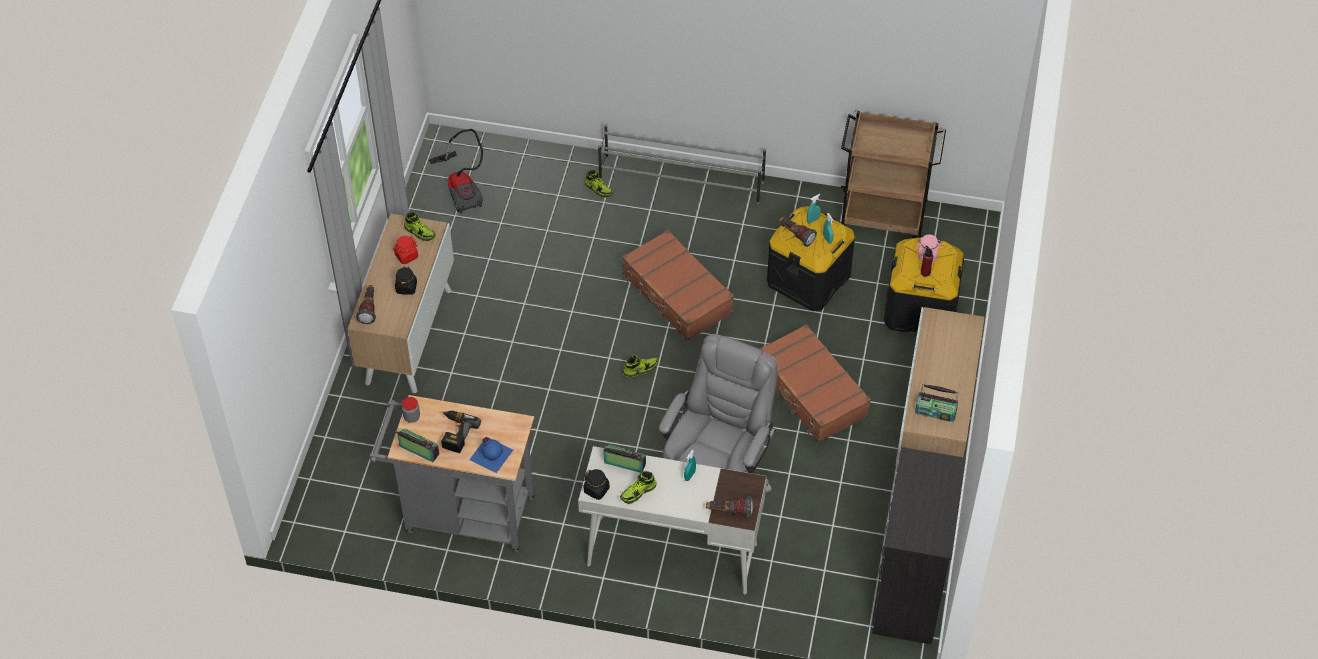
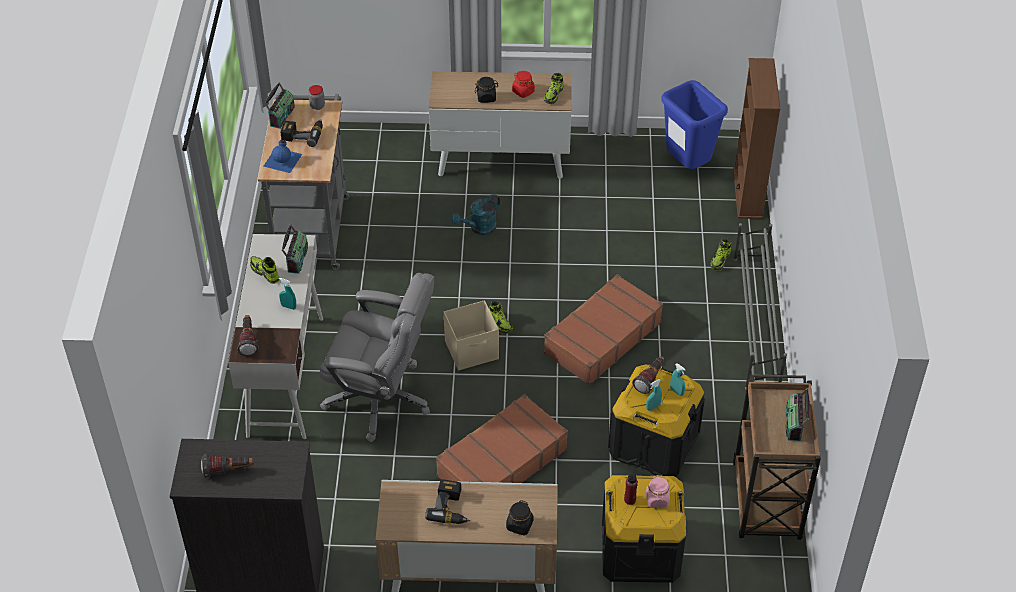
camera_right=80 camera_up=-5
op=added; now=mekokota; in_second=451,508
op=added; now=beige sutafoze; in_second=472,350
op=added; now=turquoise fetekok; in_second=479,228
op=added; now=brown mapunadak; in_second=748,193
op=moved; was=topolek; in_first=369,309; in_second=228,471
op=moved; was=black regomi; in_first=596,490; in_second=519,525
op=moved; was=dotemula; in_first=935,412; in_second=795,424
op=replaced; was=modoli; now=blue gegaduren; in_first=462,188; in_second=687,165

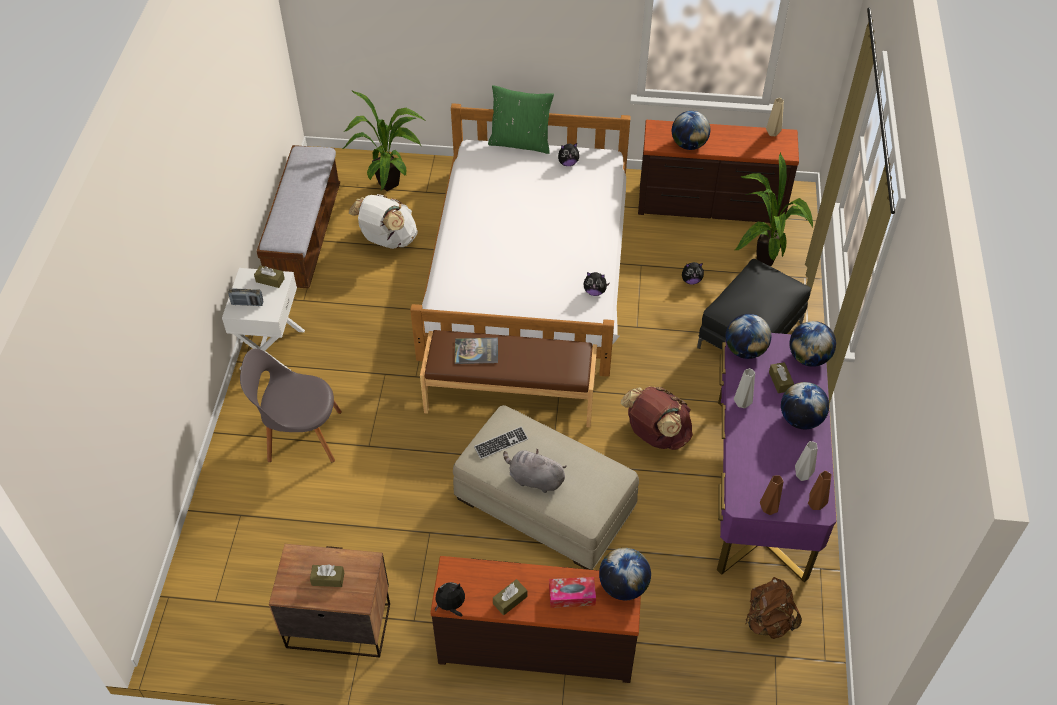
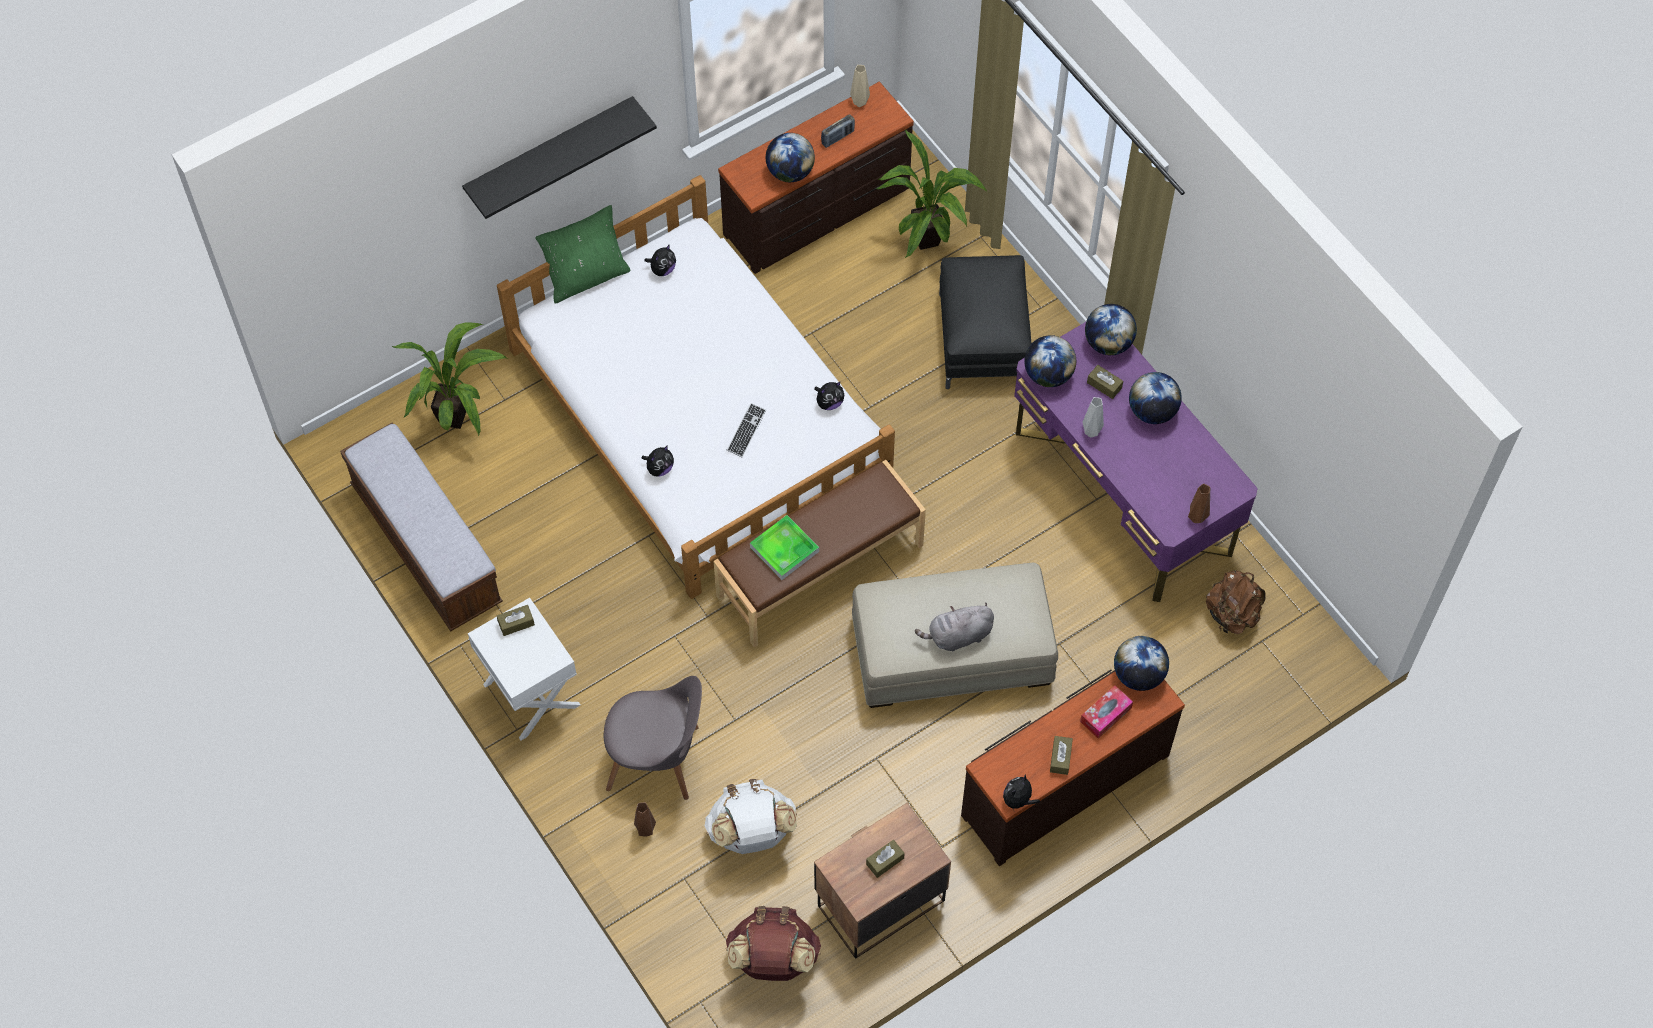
camera_right=-40 camera_up=10
op=removed; was=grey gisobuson; in_first=802,475
op=added; now=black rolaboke; in_second=550,152
op=moved; was=dotemula; in_first=247,303; in_second=838,137
op=moved; was=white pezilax; in_first=387,240; in_second=752,833
op=moved; was=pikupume; in_first=501,443; in_second=746,431
op=moved; was=brown pezilax; in_first=656,435; in_second=773,959
op=moved; was=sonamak; in_first=691,280; in_second=659,468
op=moved; was=brown gisobuson; in_first=816,505; in_second=646,829
op=replaced; was=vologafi; now=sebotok; in_first=476,351; in_second=784,549
op=turned; was=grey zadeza; in_first=300,435; in_second=658,759; clockwise=-135

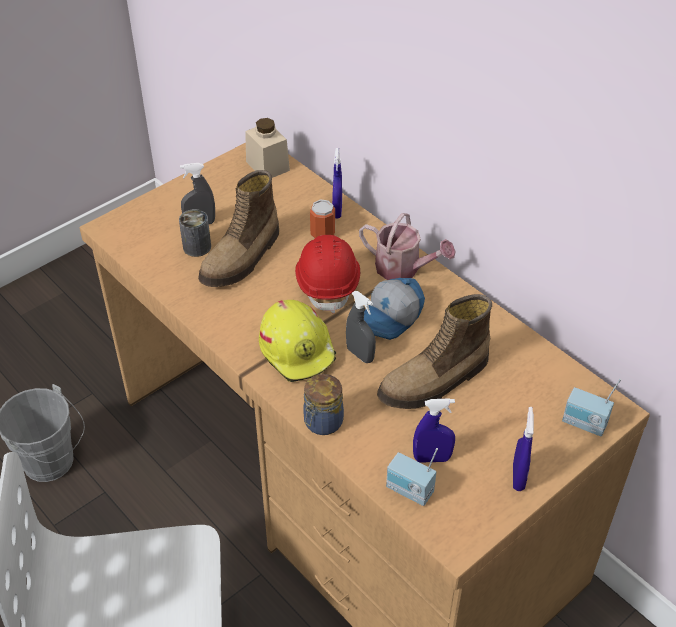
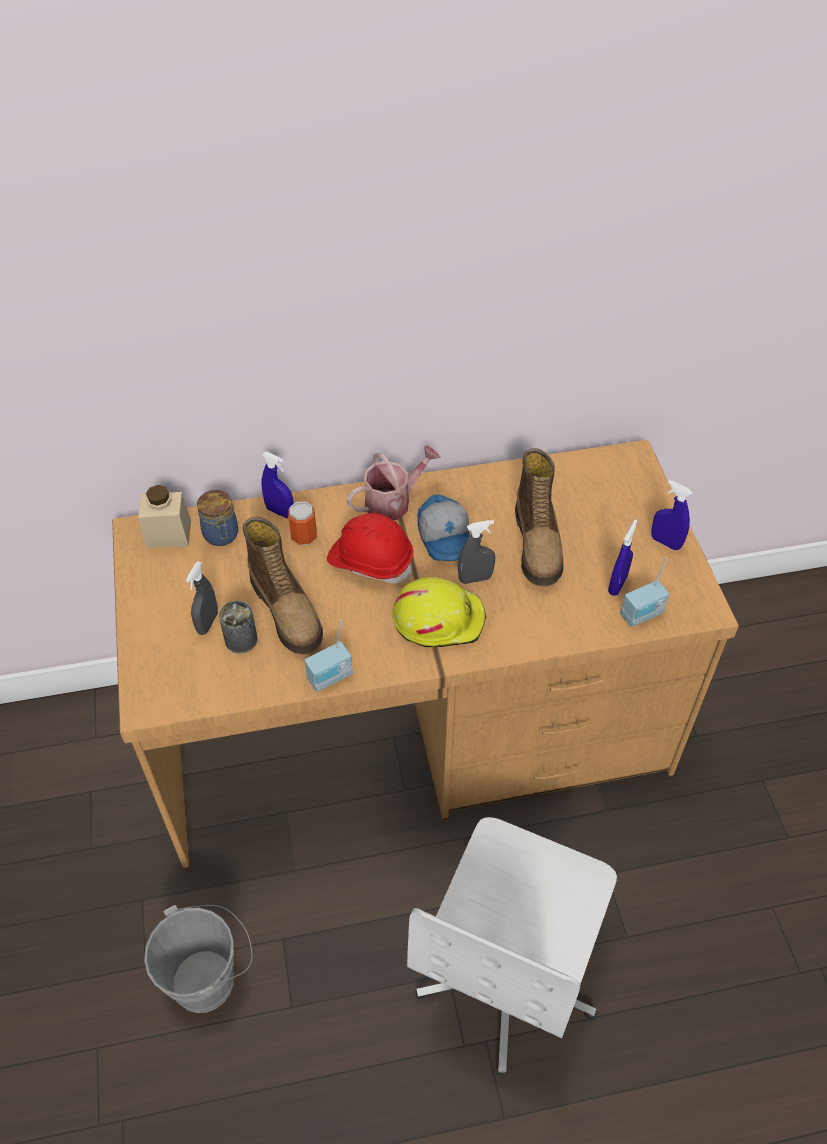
camera_right=-60 camera_up=5
op=moved; was=regomi; in_first=322,423; in_second=221,536
op=moved; was=dotemula; in_first=584,424; in_second=331,678

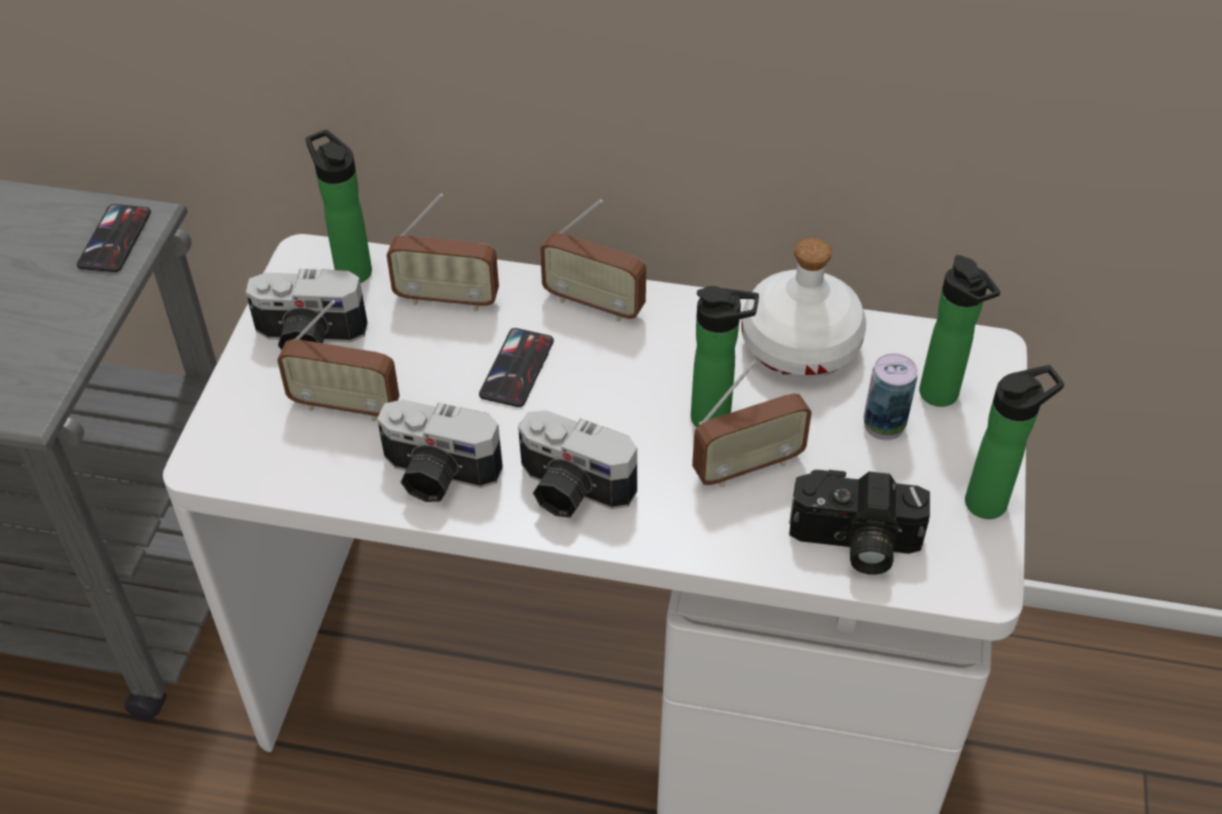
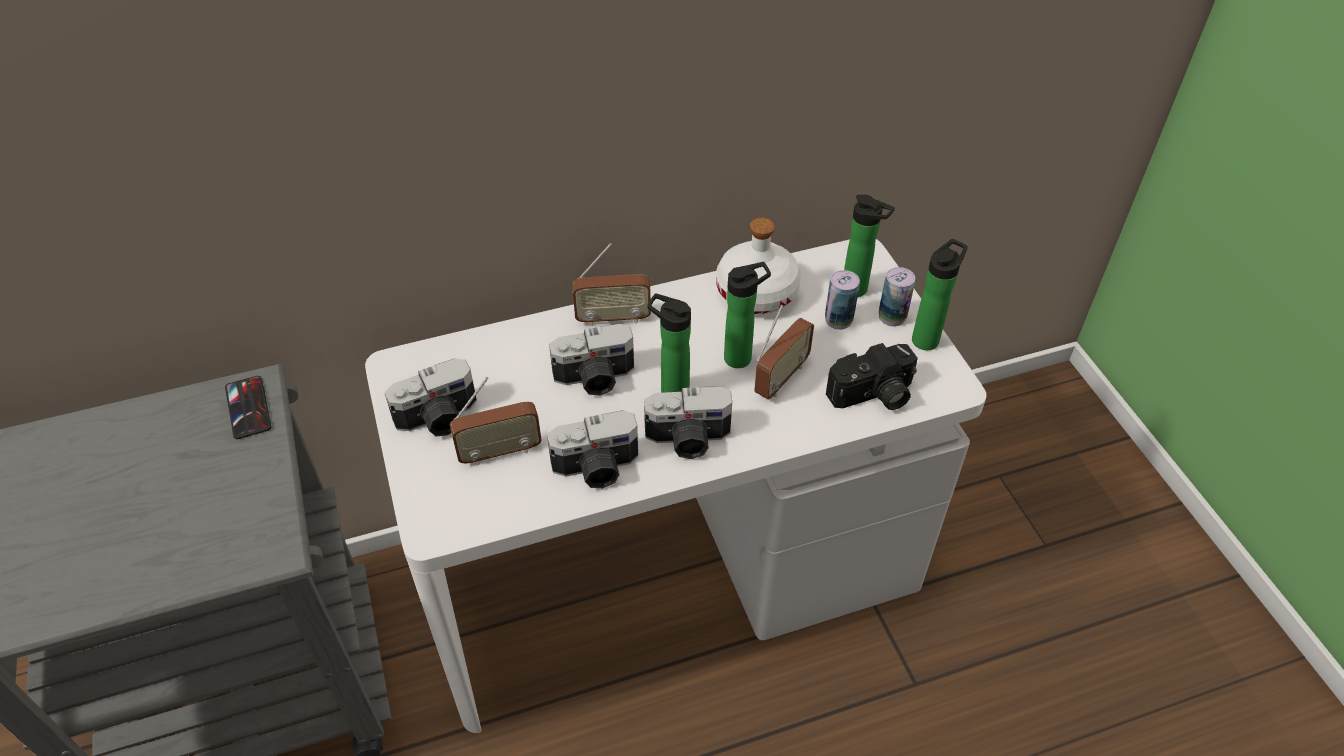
camera_right=-30 camera_up=0
op=removed; was=dotemula; in_first=447,299
op=added; now=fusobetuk; in_second=892,317
op=moved; was=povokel; in_first=350,269; in_second=670,390
op=replaced; was=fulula; now=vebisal; in_first=517,368; in_second=595,379

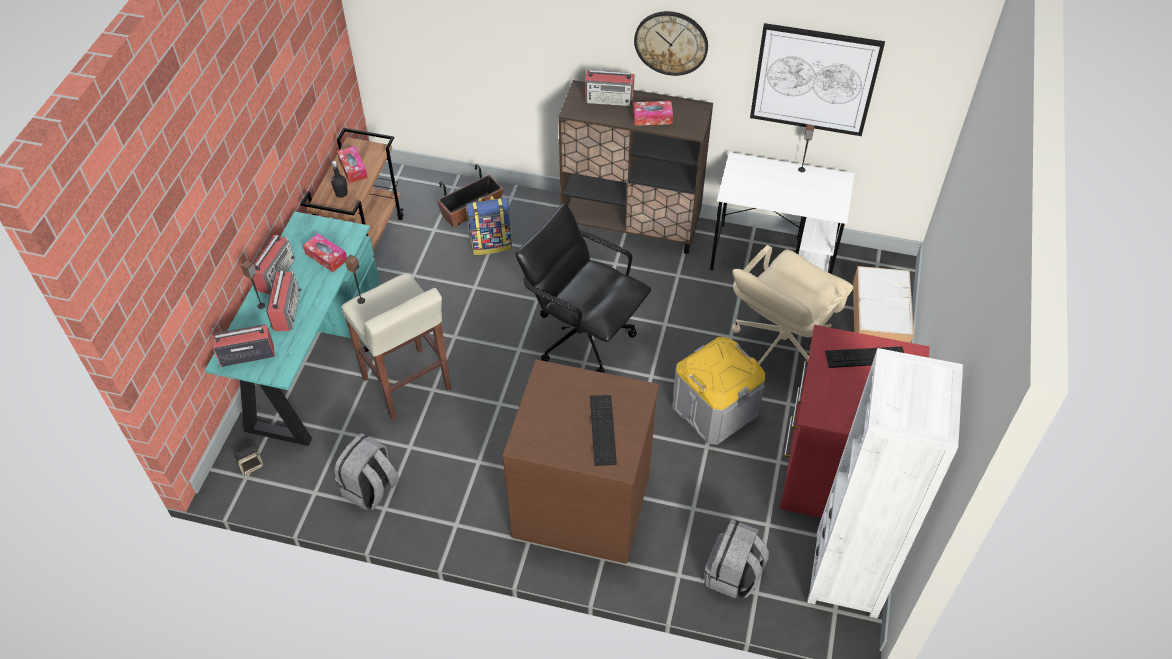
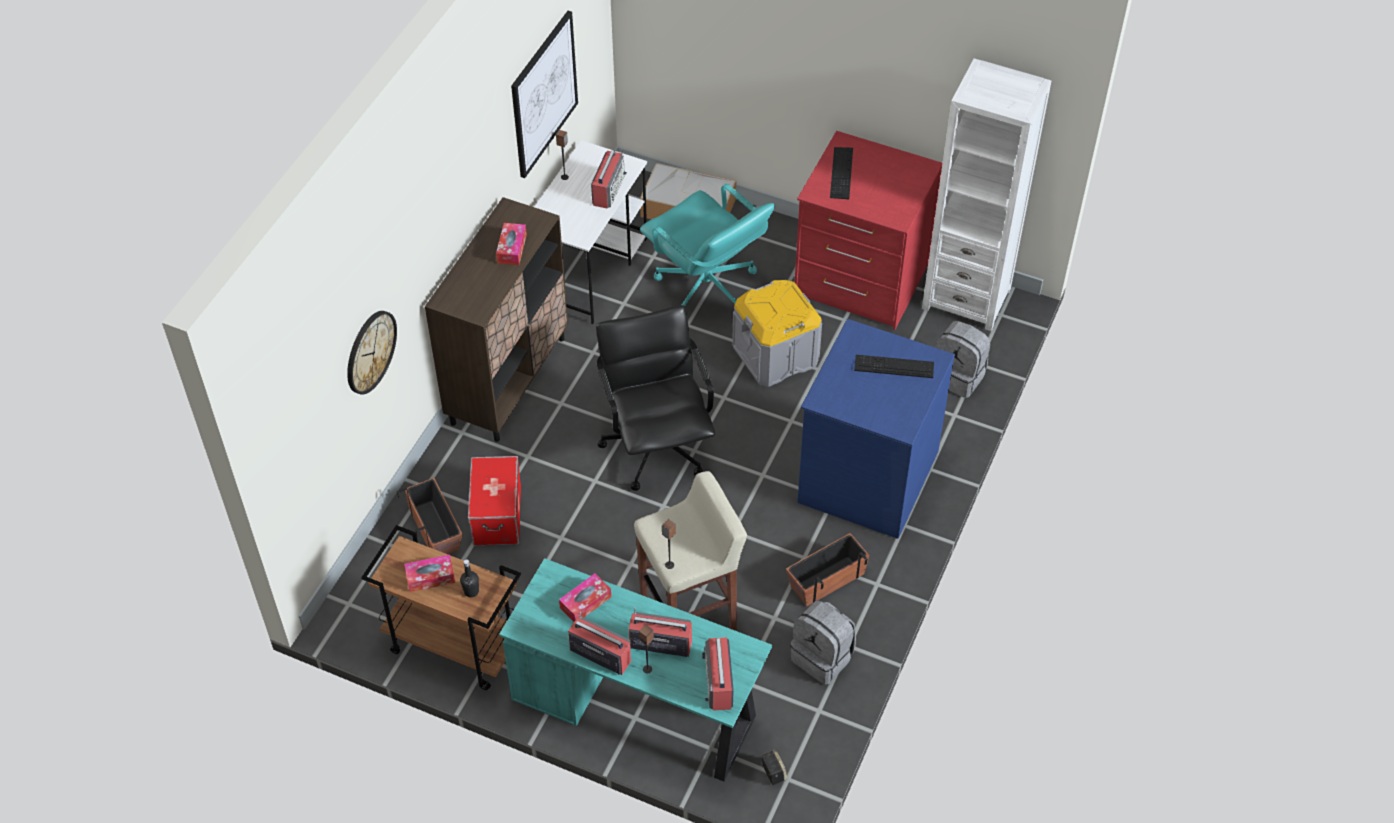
camera_right=-80 camera_up=0
op=added; now=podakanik; in_second=826,580
op=moved; was=dotemula; in_first=610,99; in_second=608,189
op=moved; was=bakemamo; in_first=671,42; in_second=370,351
op=replaced; was=pezilax; now=sutafoze; in_first=491,243; in_second=496,514
op=recoloured; was=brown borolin; now=blue borolin; in_first=582,502; in_second=866,476
op=recoloured; was=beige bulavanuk; now=turquoise bulavanuk; in_first=780,345; in_second=707,289
op=turned; was=black bulavanuk; in_first=583,335; in_second=656,446; clockwise=120

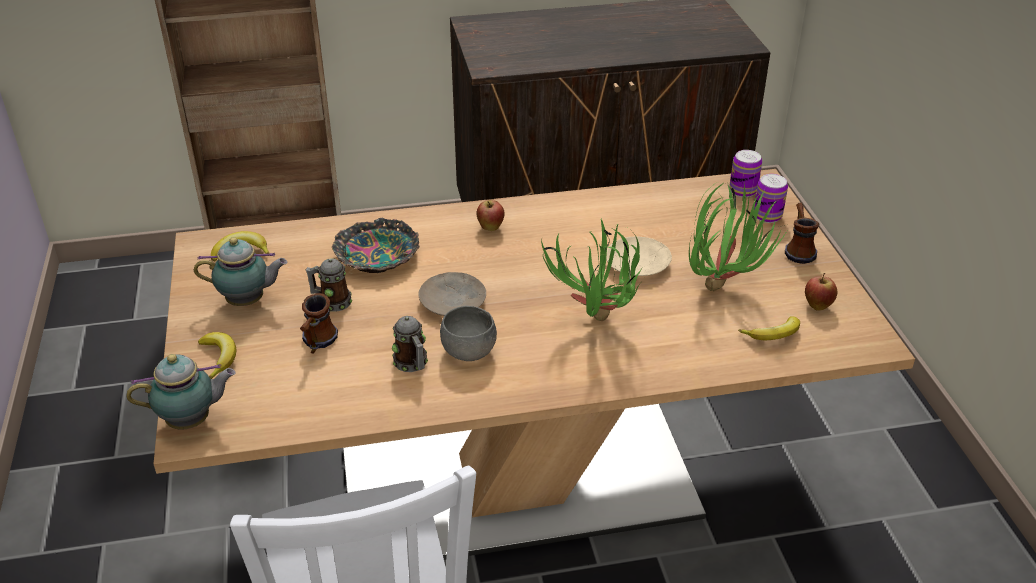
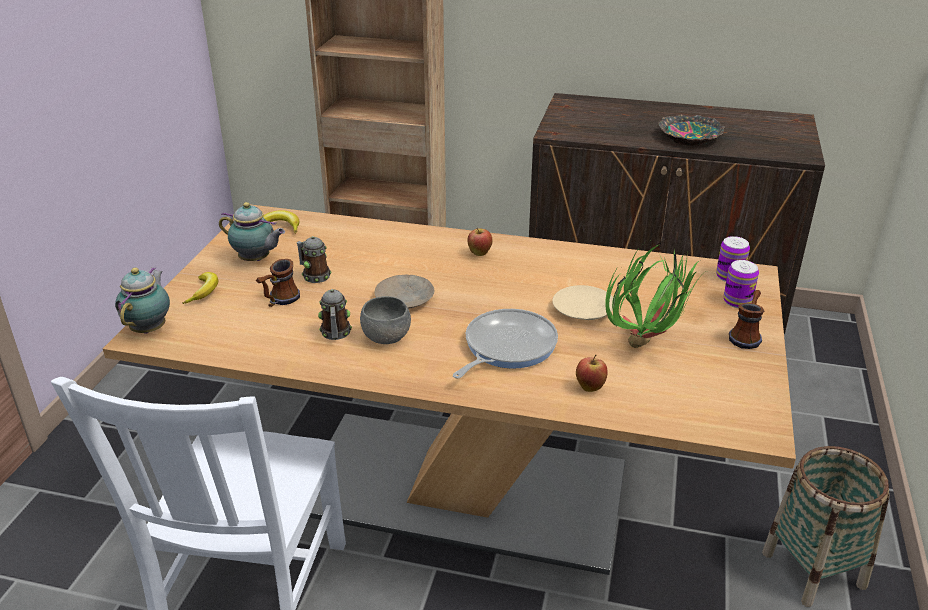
camera_right=25 camera_up=-5
op=removed; was=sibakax; in_first=773,335
op=added; now=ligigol; in_second=814,569
op=moved; was=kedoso; in_first=376,256; in_second=689,137
op=moved; was=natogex; in_first=817,306; in_second=590,388
op=replaced; was=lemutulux; now=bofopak; in_first=596,326; in_second=506,347
op=turned; was=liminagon; in_first=192,421; in_second=150,328; clockwise=-90

